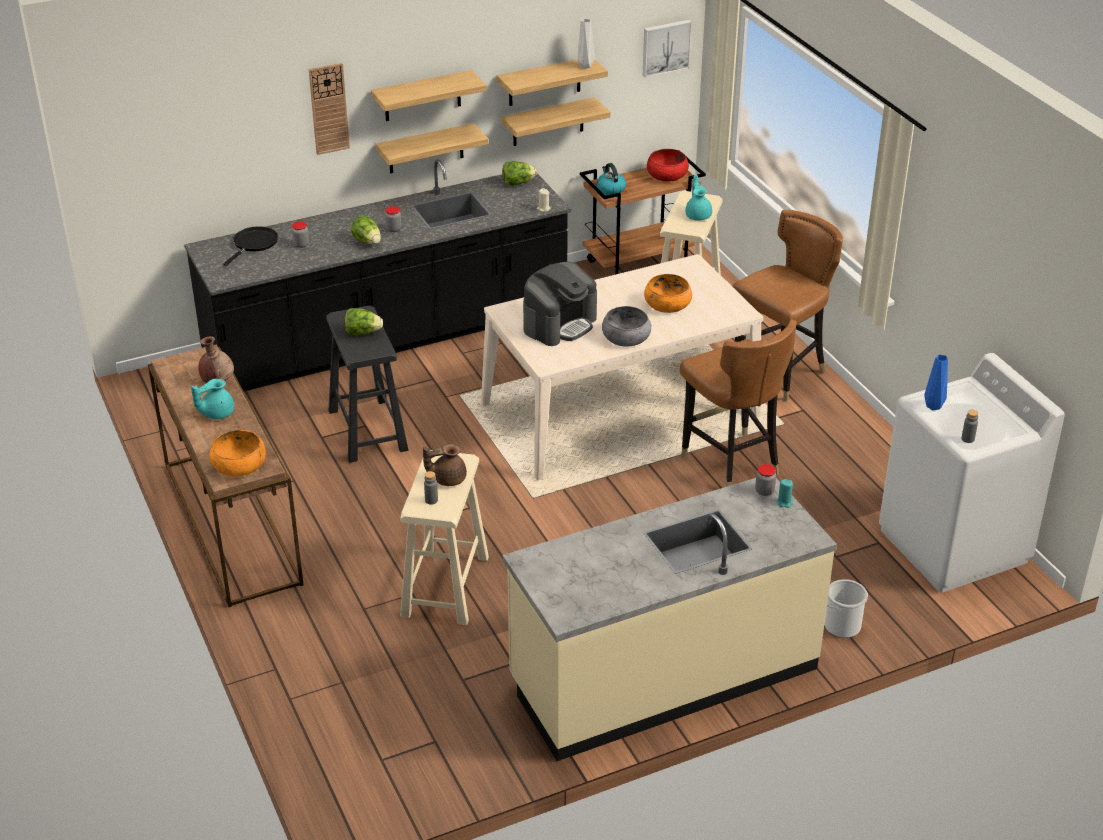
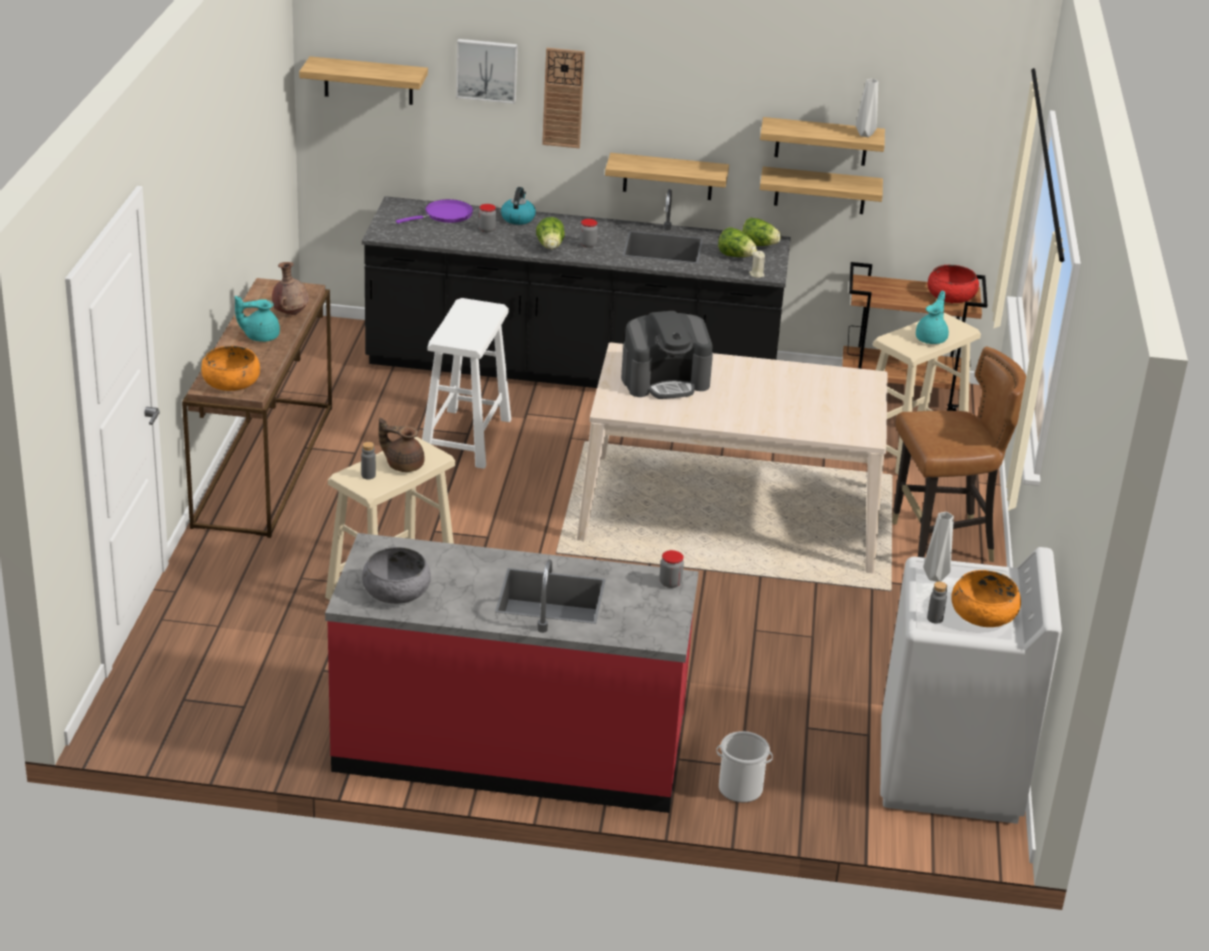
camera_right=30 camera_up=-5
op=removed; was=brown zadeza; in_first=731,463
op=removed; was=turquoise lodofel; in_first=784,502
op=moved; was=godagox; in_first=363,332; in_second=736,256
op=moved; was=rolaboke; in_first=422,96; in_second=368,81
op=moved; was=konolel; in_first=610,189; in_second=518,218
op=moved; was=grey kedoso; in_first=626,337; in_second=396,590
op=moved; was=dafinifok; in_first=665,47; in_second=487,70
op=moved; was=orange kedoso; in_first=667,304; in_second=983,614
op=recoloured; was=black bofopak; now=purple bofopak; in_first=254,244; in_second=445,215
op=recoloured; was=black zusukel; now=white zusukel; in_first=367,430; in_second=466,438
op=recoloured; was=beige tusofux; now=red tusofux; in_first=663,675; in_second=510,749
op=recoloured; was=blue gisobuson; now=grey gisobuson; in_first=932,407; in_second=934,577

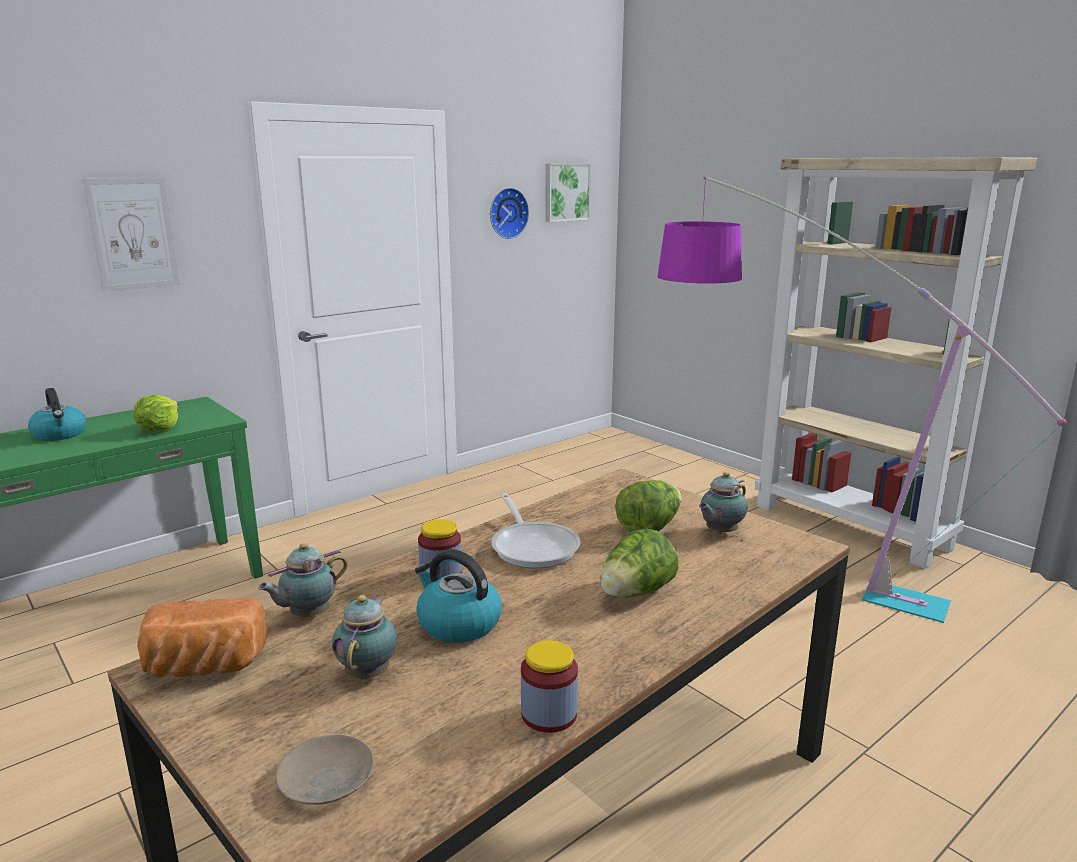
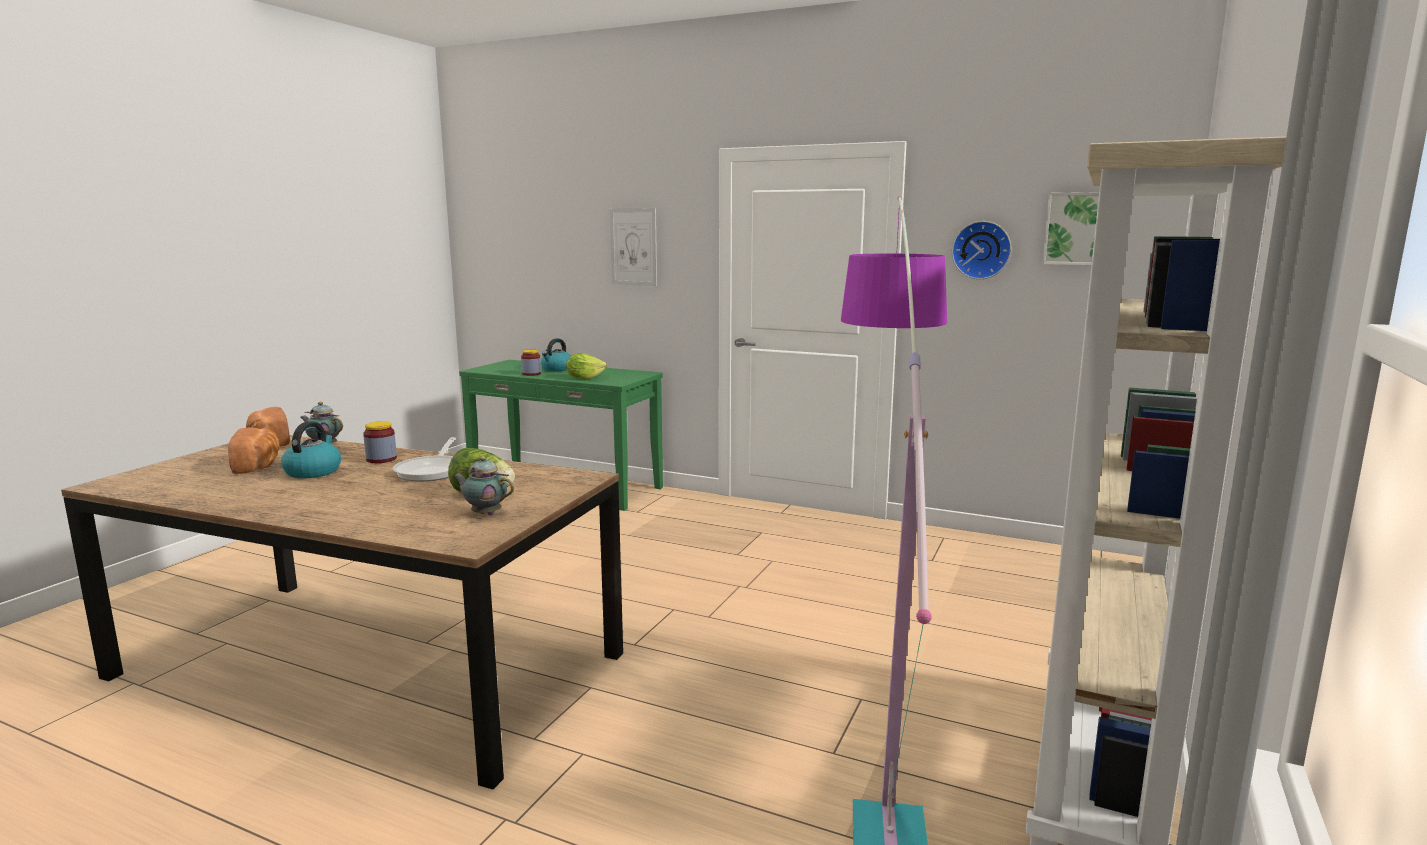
camera_right=65 camera_up=-5
op=removed; was=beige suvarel; in_first=327,780
op=removed; was=godagox; in_first=636,593
op=moved; was=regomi; in_first=549,714; in_second=531,374
op=replaced; was=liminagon; now=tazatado; in_first=369,672; in_second=258,465
op=turned; was=bofopak; in_first=533,546; in_second=433,471; clockwise=-45

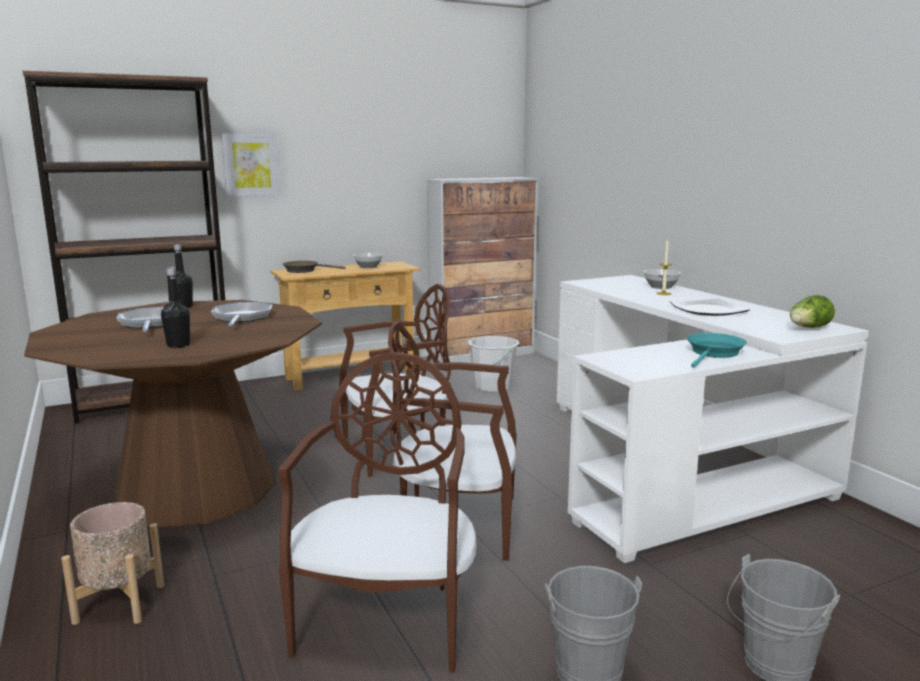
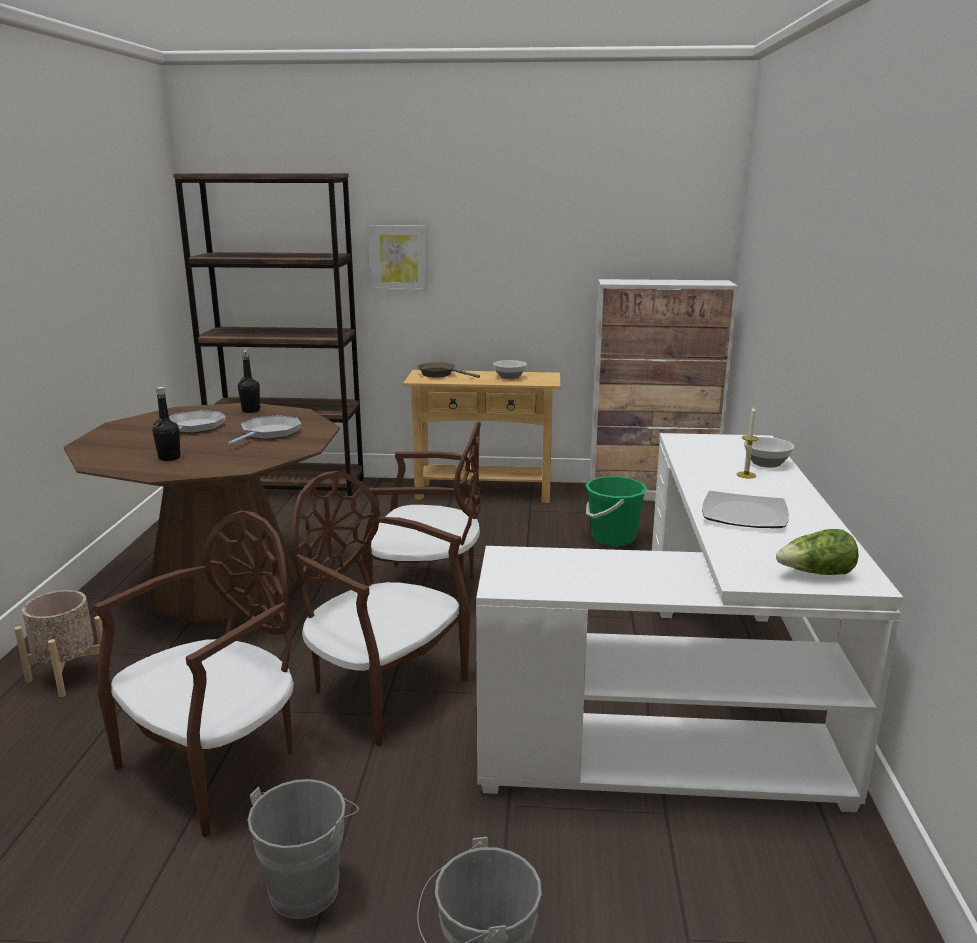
camera_right=30 camera_up=5
op=removed; was=turquoise bofopak; in_first=714,353
op=recoloured; was=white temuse; now=green temuse; in_first=493,387; in_second=613,538

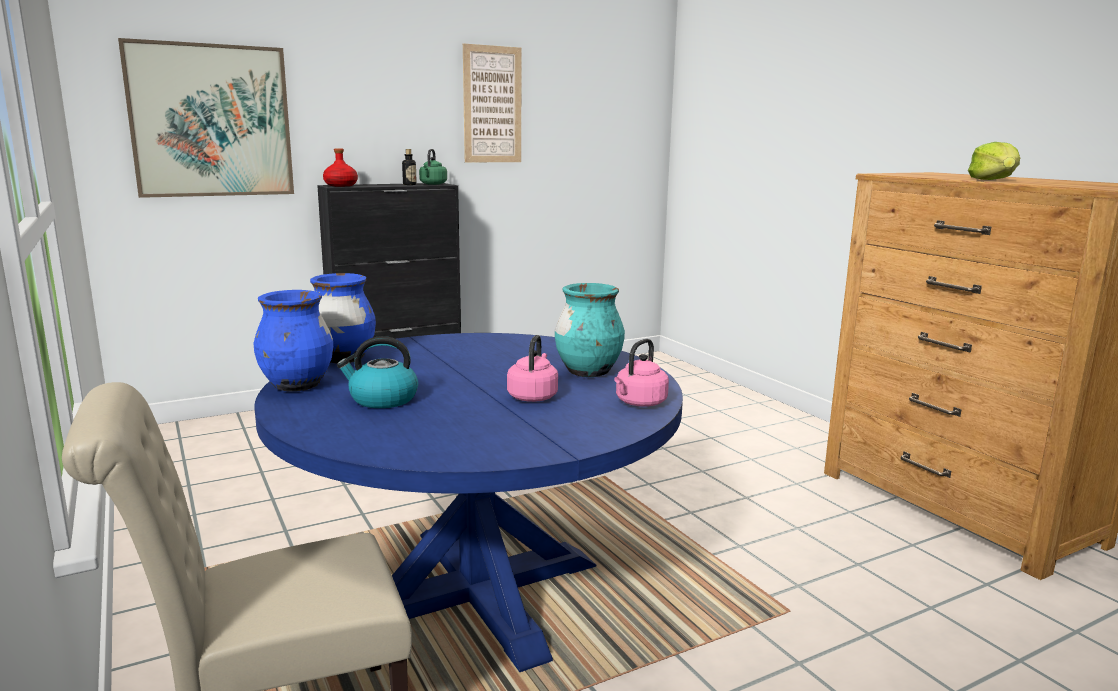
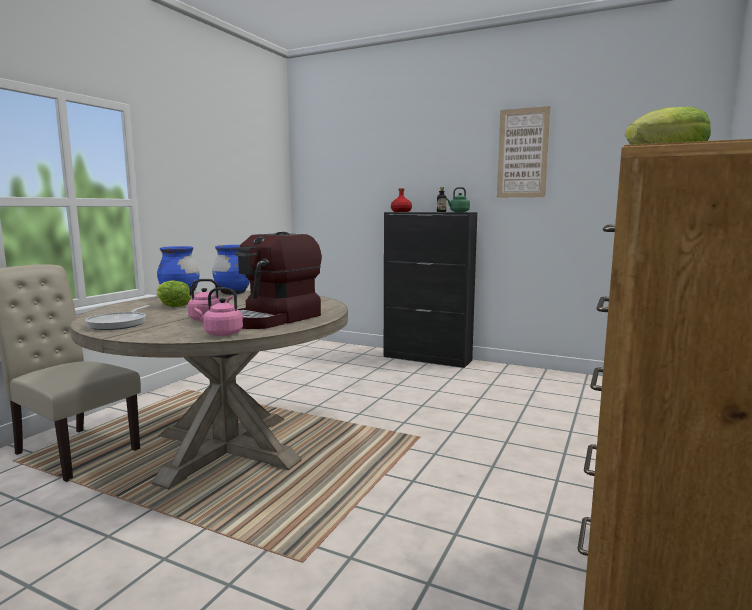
camera_right=55 camera_up=-5
op=removed; was=dafinifok; in_first=211,121
op=added; now=bofopak; in_second=119,323
op=replaced; was=konolel; now=godagox; in_first=382,399; in_second=172,306
op=replaced; was=turquoise gisobuson; now=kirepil; in_first=588,372; in_second=275,319
op=recoloured; was=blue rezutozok; now=beige rezutozok; in_first=477,592; in_second=226,448

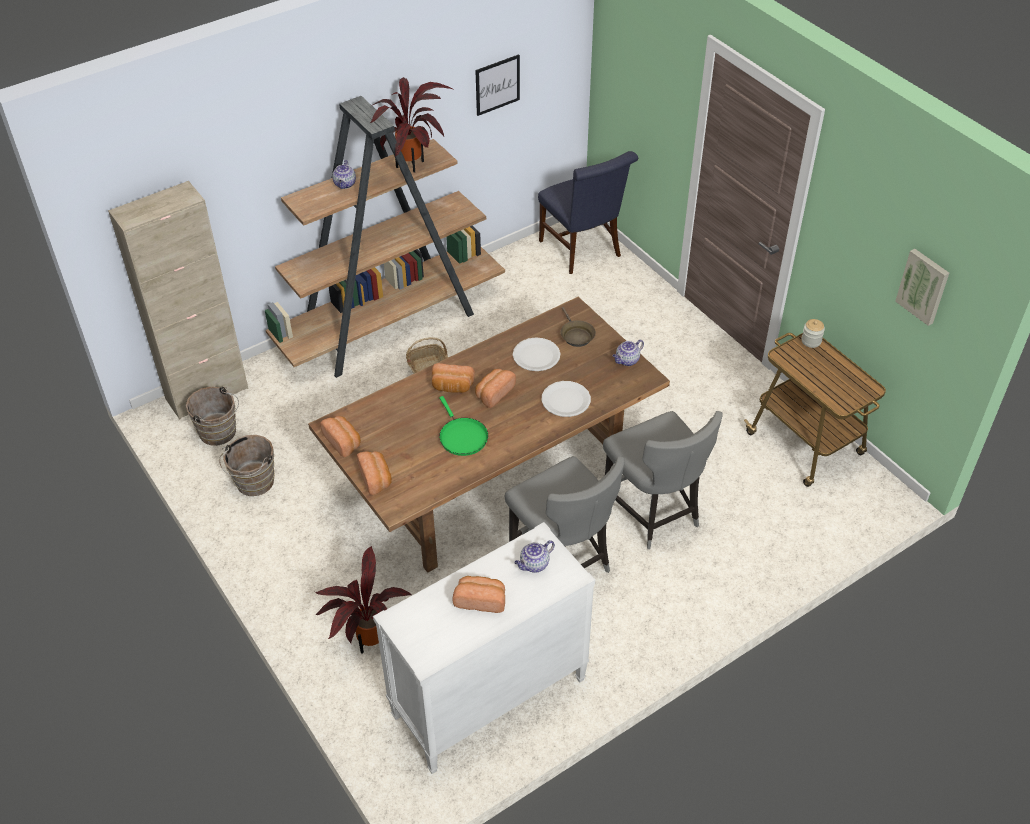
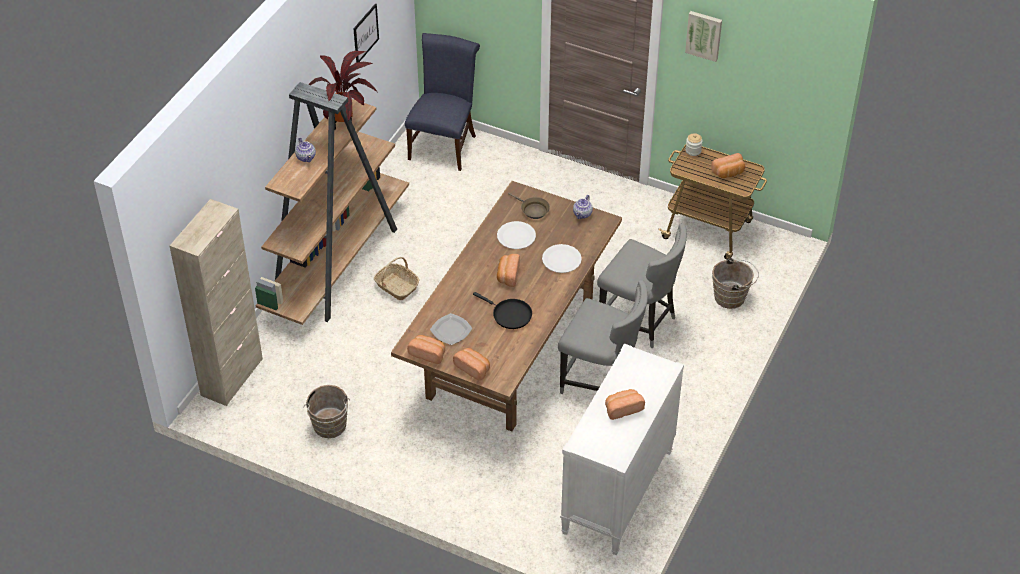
camera_right=-30 camera_up=0
op=removed; was=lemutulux; in_first=368,640
op=removed; was=liminagon; in_first=534,565
op=added; now=suvarel; in_second=450,330
op=moved; was=brown temuse; in_first=220,433; in_second=732,297
op=moved; was=tazatado; in_first=452,387; in_second=728,173
op=moved; was=dafinifok; in_first=923,286; in_second=704,35
op=recoloured; was=green bofopak; now=black bofopak; in_first=462,436; in_second=509,315
op=turned; was=blue zadeza; in_first=583,251; in_second=444,144; clockwise=-105

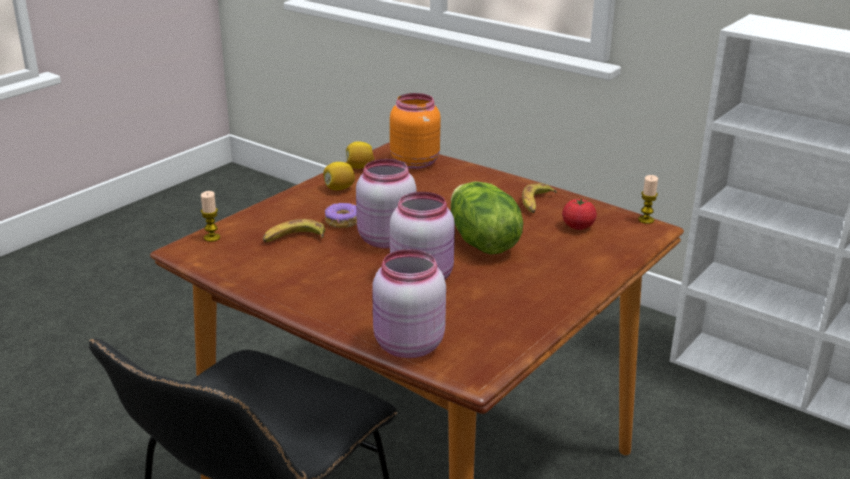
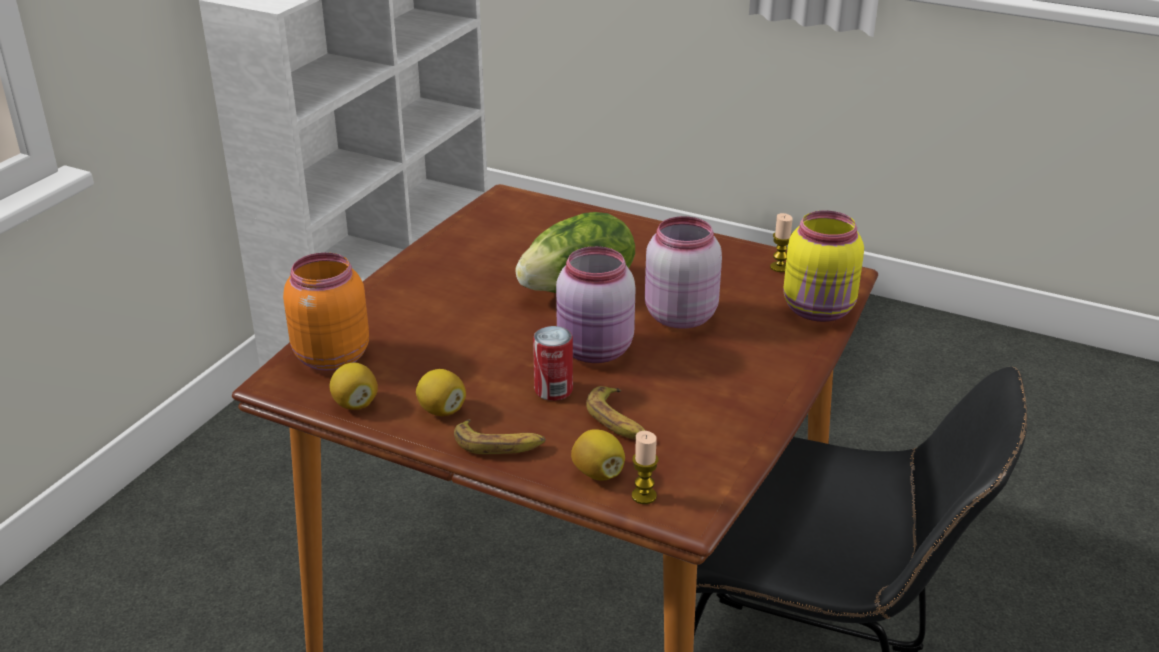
camera_right=-100 camera_up=5
op=removed; was=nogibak; in_first=578,226
op=added; now=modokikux; in_second=598,473
op=moved; was=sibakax; in_first=536,203; in_second=499,444
op=moved; was=lodofel; in_first=646,220; in_second=779,267
op=replaced; was=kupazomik; now=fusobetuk; in_first=342,221; in_second=553,390
op=recoloured; was=pink regomi; now=yellow regomi; in_first=406,346; in_second=820,311

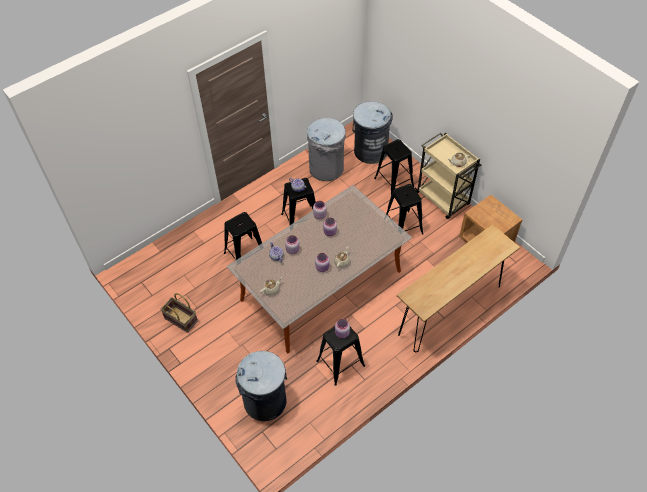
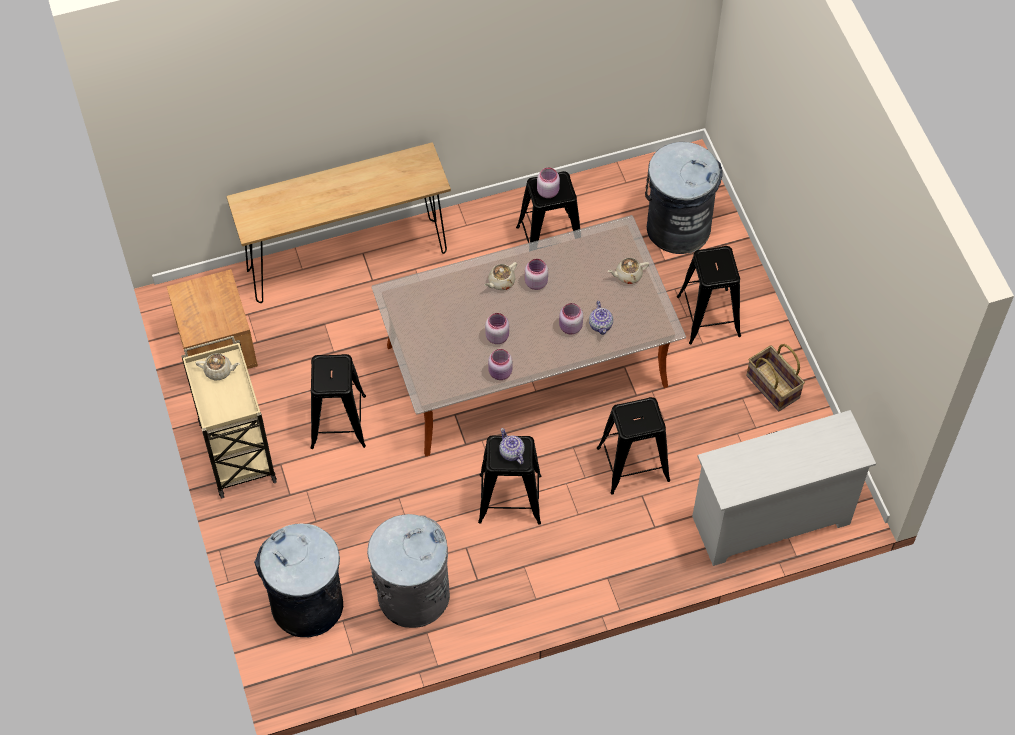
camera_right=-160 camera_up=5
op=added; now=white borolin; in_second=770,520
op=moved; was=black zusukel; in_first=394,182; in_second=708,316

